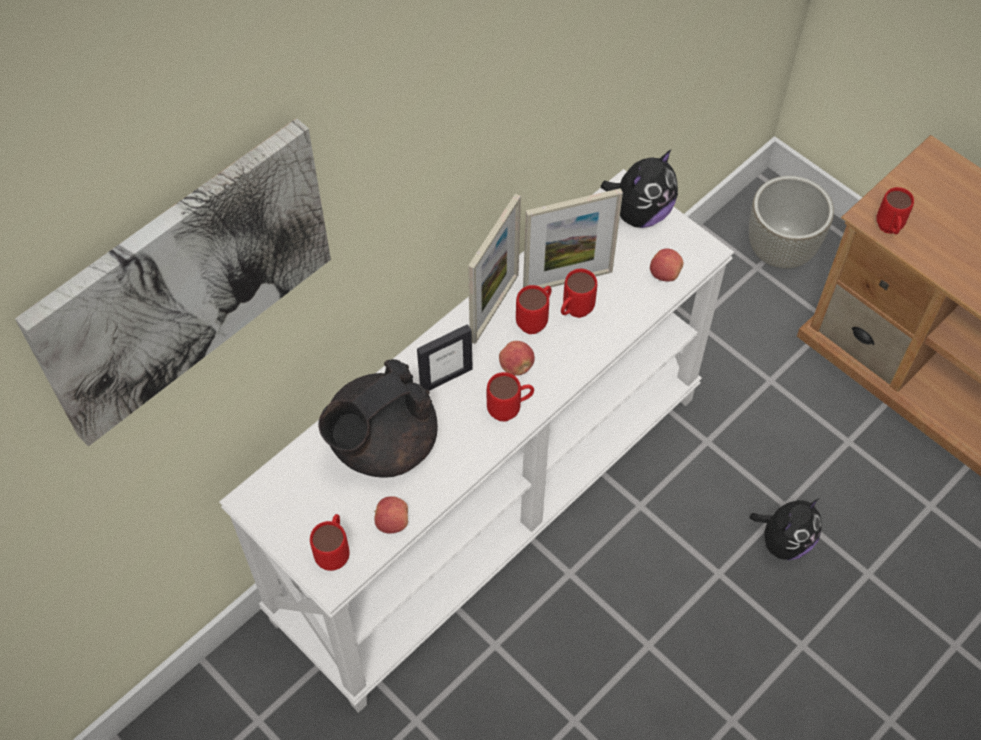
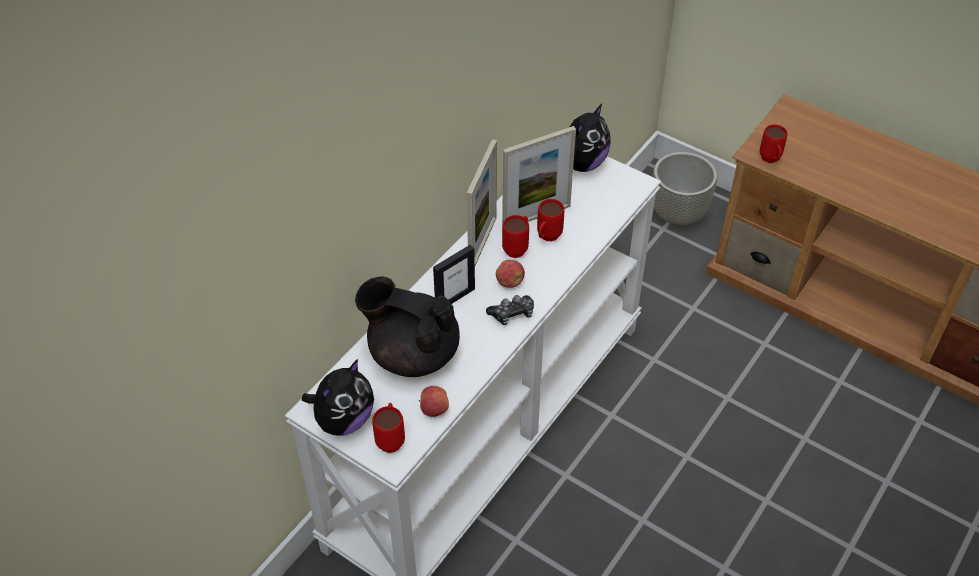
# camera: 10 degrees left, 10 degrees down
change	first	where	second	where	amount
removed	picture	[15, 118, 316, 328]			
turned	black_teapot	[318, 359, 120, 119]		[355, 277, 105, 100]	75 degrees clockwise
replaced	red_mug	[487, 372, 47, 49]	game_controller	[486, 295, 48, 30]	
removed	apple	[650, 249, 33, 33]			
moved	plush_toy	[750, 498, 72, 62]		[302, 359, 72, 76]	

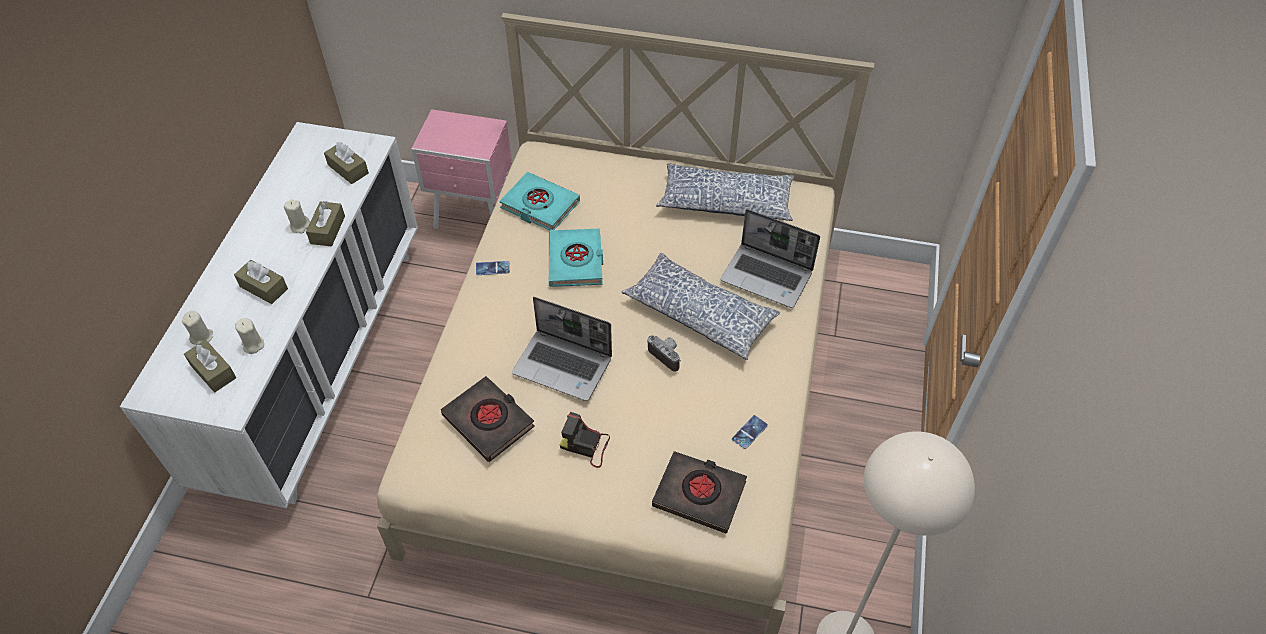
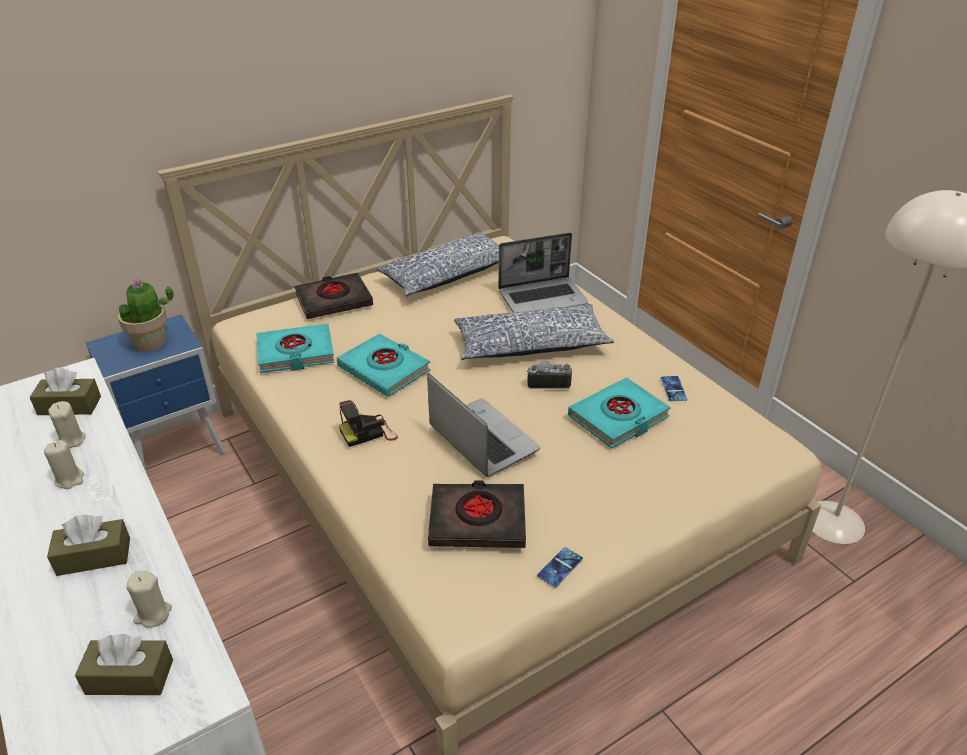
# camera: 45 degrees left, 15 degrees down
change	first	where	second	where	amount
moved	beige_candle	[182, 310, 31, 35]		[48, 401, 38, 47]	
removed	brown_tissue_box	[306, 201, 39, 45]			
recoloured	pink_nightstand	[411, 109, 101, 120]	blue_nightstand	[86, 314, 139, 157]	
moved	phone	[476, 261, 34, 14]		[537, 547, 46, 41]	
turned	laptop	[512, 297, 100, 104]		[427, 373, 113, 104]	105 degrees counterclockwise
moved	photo_camera	[560, 412, 50, 56]		[339, 400, 59, 47]	
moved	black_book	[652, 451, 95, 82]		[294, 272, 79, 47]	
added			potted_plant	[118, 279, 56, 73]	
added			turquoise_book	[568, 378, 103, 71]	

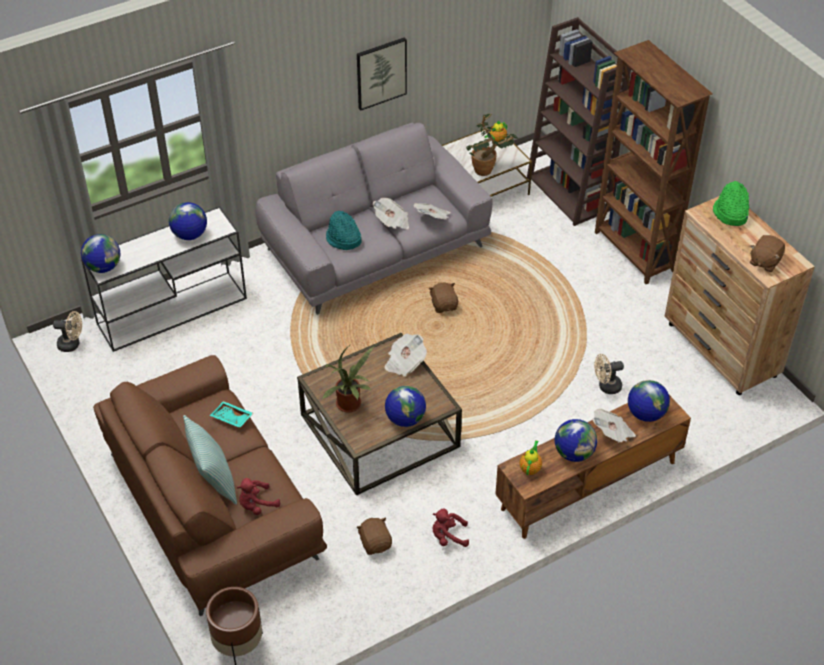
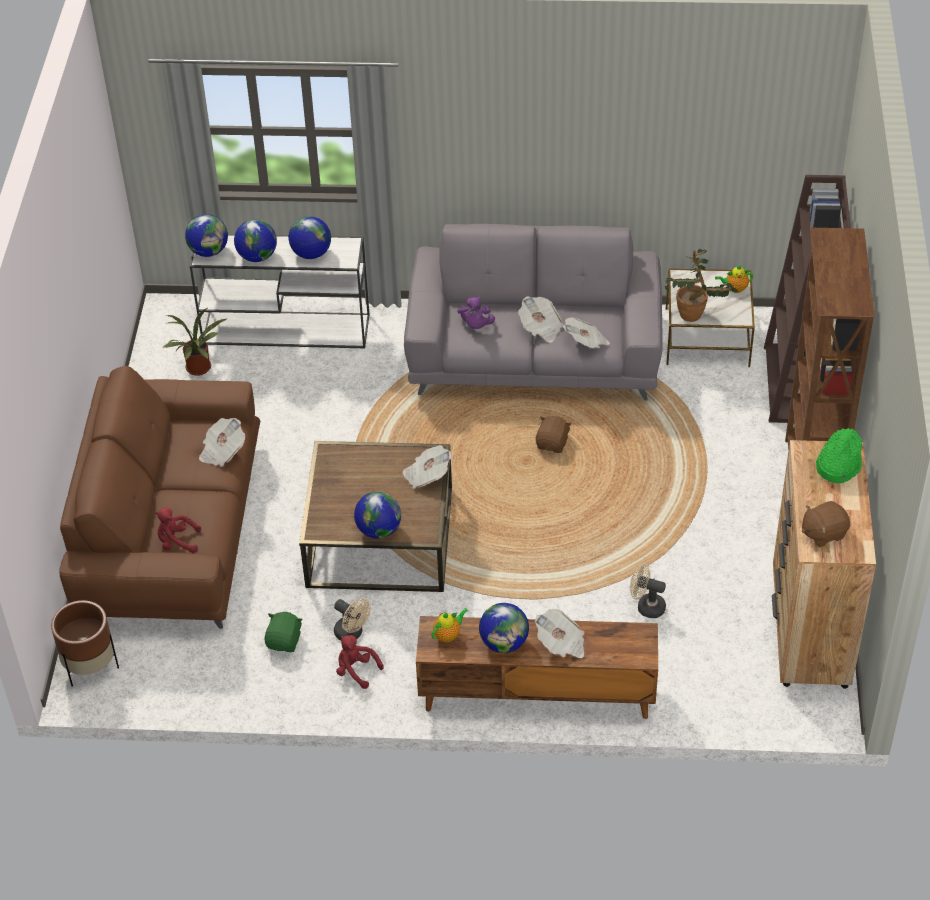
# camera: 35 degrees right, 0 degrees up
change	first	where	second	where	amount
moved	beige_fan	[53, 311, 29, 41]		[334, 598, 36, 42]	
removed	pillow	[183, 415, 54, 89]			
replaced	turquoise_tray	[210, 401, 43, 27]	newspaper	[199, 418, 46, 49]	
moved	potted_plant	[322, 344, 52, 69]		[162, 308, 64, 68]	
replaced	turquoise_hat	[326, 211, 35, 39]	purple_plush_toy	[457, 297, 38, 32]	
recoloured	brown_plush_toy	[356, 517, 36, 38]	green_plush_toy	[264, 612, 39, 40]	
removed	picture	[357, 37, 50, 74]			
moved	globe	[628, 380, 42, 42]		[234, 219, 43, 43]	

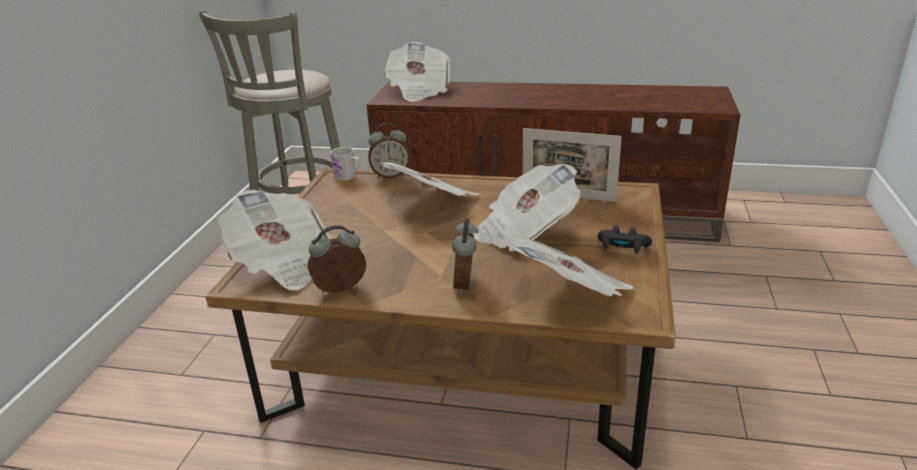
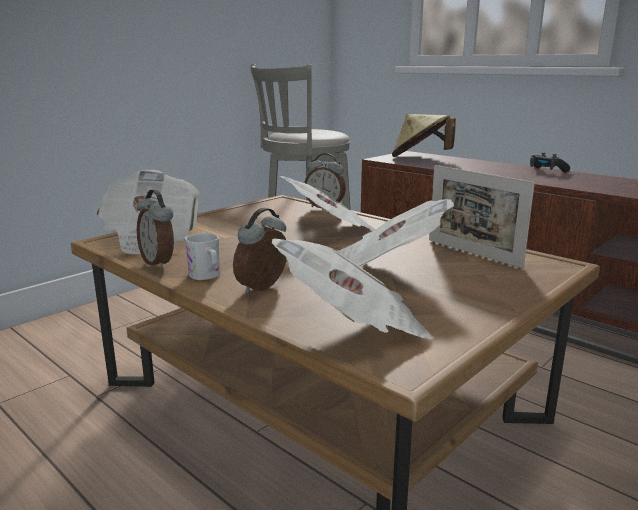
# camera: 30 degrees right, 10 degrees down
change	first	where	second	where	amount
turned	alarm_clock	[308, 225, 58, 68]		[137, 190, 37, 79]	135 degrees counterclockwise
moved	white_mug	[330, 147, 31, 33]		[185, 233, 35, 47]	
replaced	newspaper	[384, 42, 67, 60]	beige_hat	[392, 114, 64, 43]	
moved	black_game_controller	[598, 225, 54, 29]		[530, 152, 40, 20]	

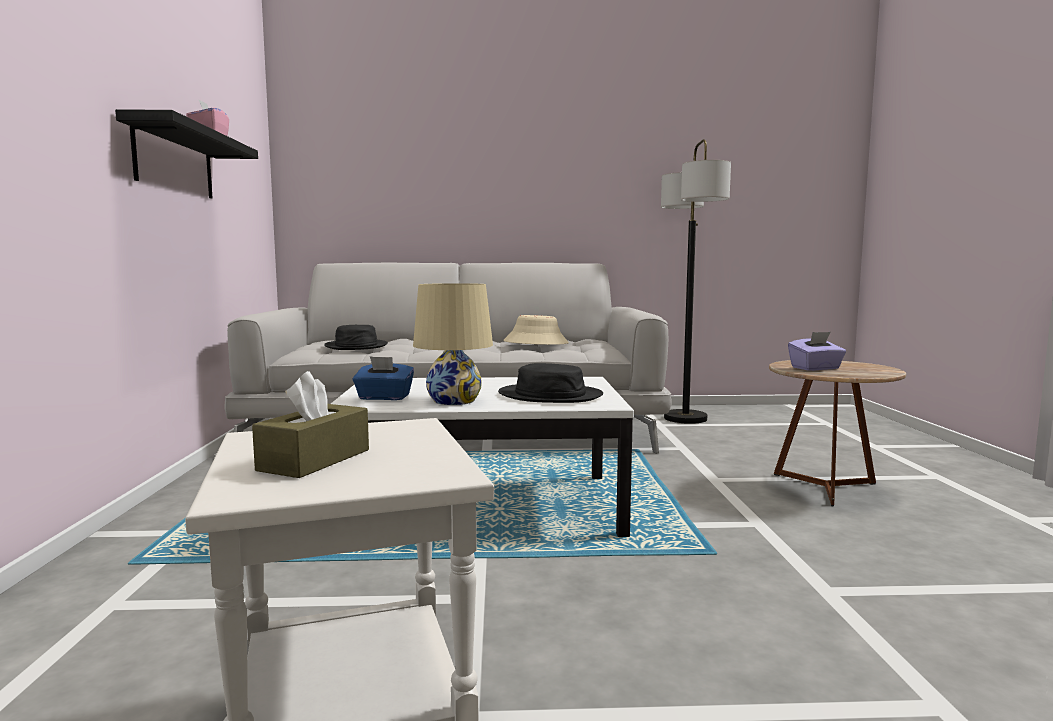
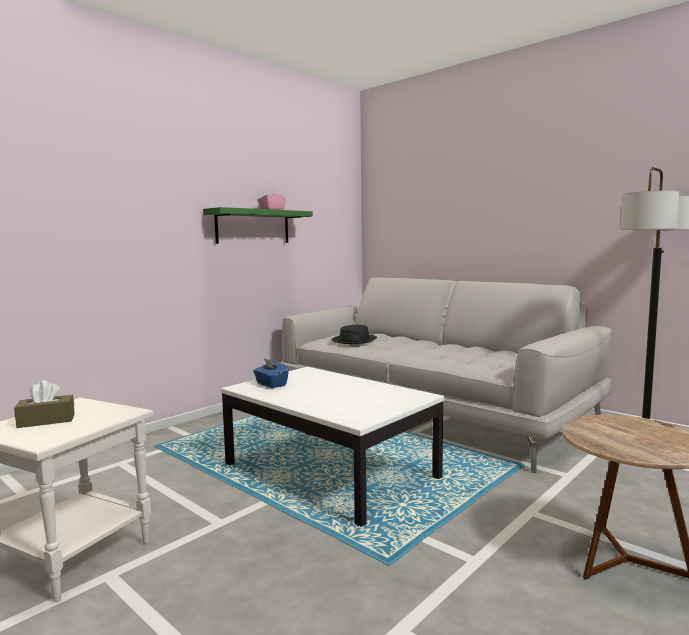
# camera: 45 degrees right, 0 degrees up
change	first	where	second	where	amount
recoloured	black_shelf	[115, 109, 143, 90]	green_shelf	[203, 207, 110, 37]	
removed	beige_table_lamp	[413, 283, 80, 122]			
removed	black_hat	[498, 363, 105, 40]			
removed	beige_hat	[503, 315, 66, 30]			
removed	purple_tissue_box	[788, 332, 58, 39]			

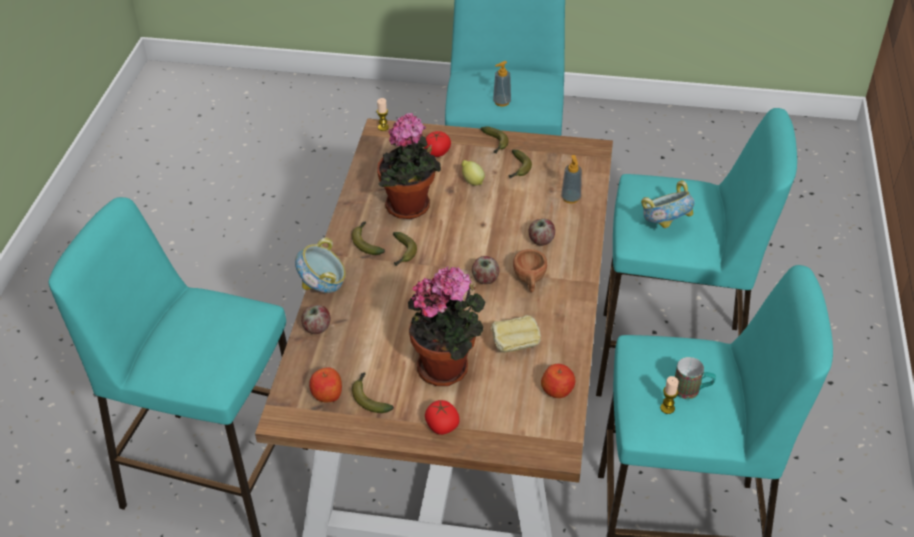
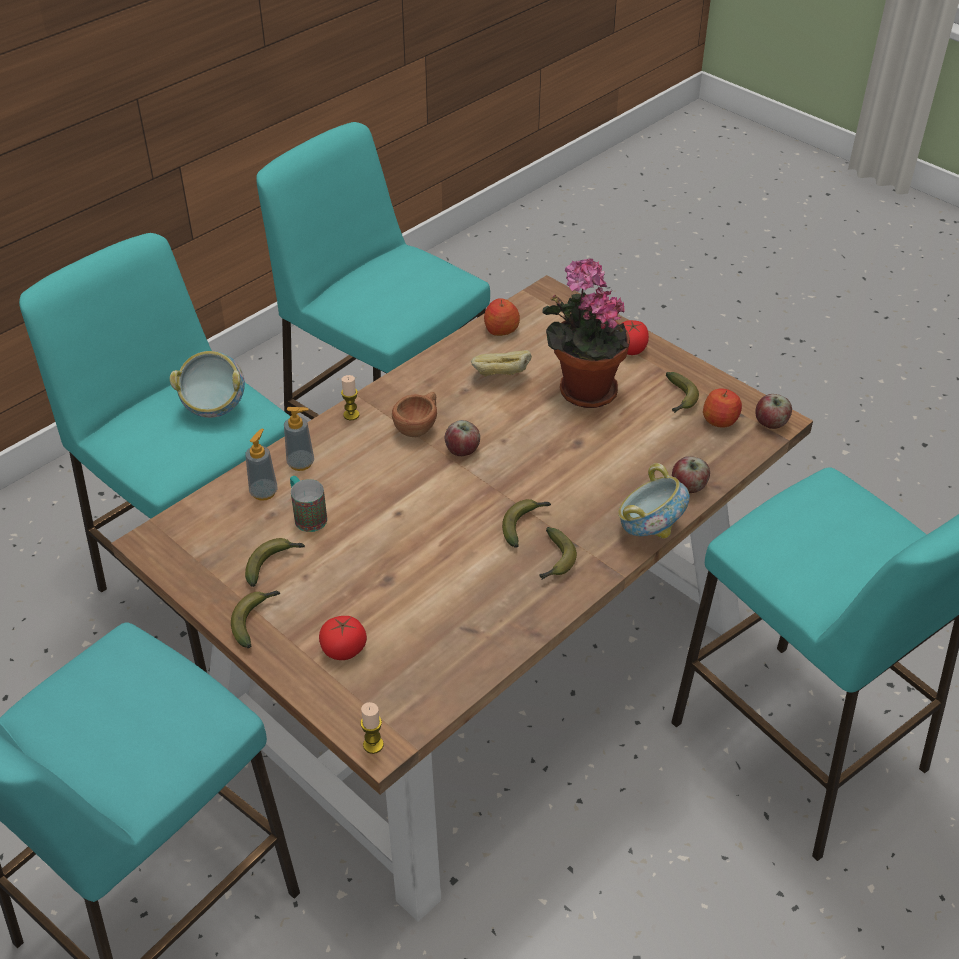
# camera: 145 degrees left, 0 degrees up
change	first	where	second	where	amount
removed	potted_plant	[377, 113, 64, 106]			
removed	lemon	[461, 160, 24, 26]			
moved	soap_dispenser	[493, 61, 18, 45]		[284, 407, 30, 64]	
moved	apple	[529, 219, 26, 27]		[755, 394, 37, 35]	
moved	candle	[660, 376, 19, 38]		[341, 375, 18, 45]	
moved	mug	[675, 357, 41, 42]		[290, 476, 37, 56]	

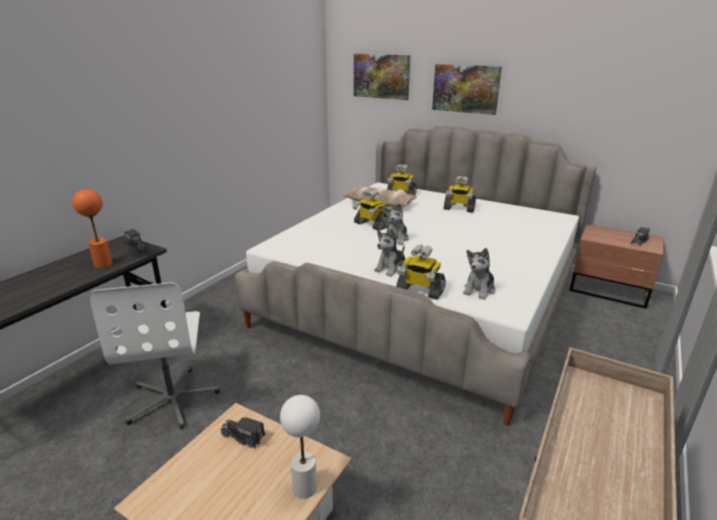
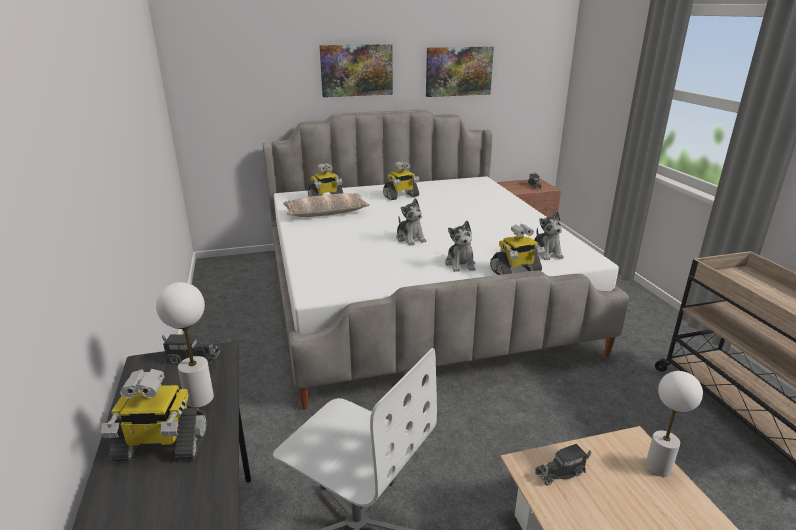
# camera: 45 degrees left, 0 degrees up
change	first	where	second	where	amount
recoloured	orange_table_lamp	[72, 189, 40, 79]	white_table_lamp	[156, 282, 58, 126]	
moved	toy_robot	[353, 189, 37, 42]		[101, 369, 107, 92]	
moved	picture	[354, 54, 56, 46]		[426, 46, 68, 51]	

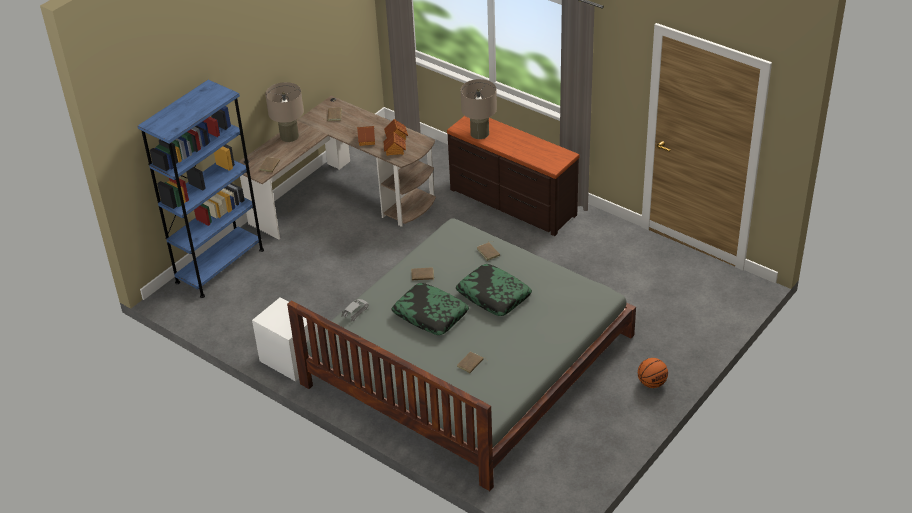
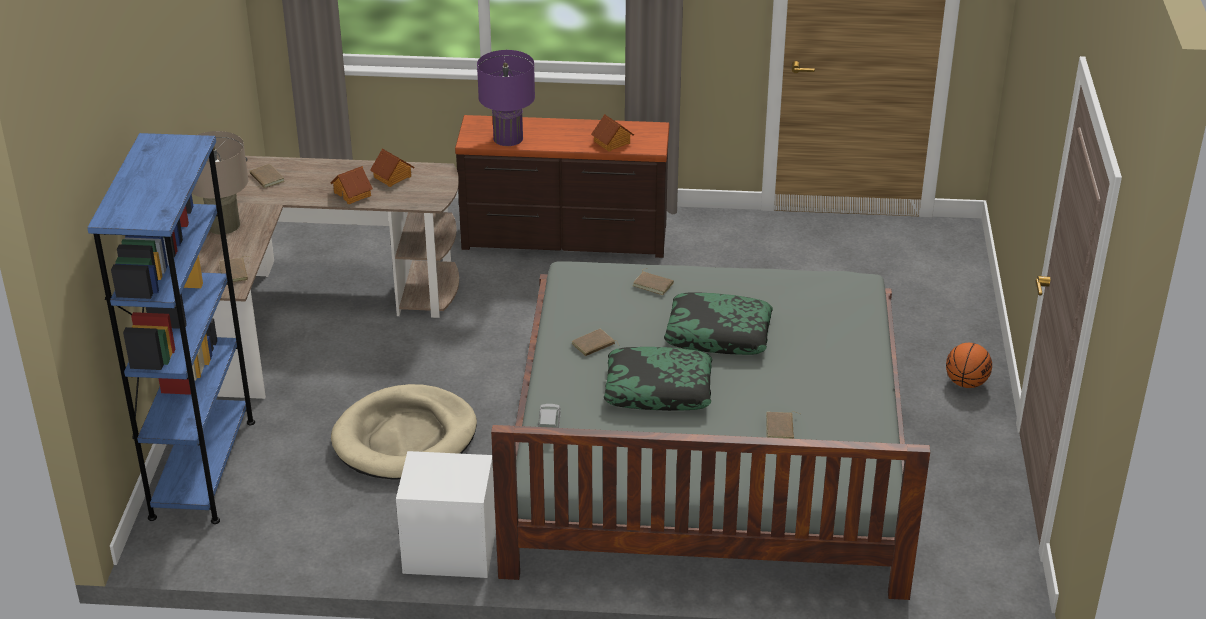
# camera: 35 degrees left, 5 degrees down
change	first	where	second	where	amount
moved	toy_house	[384, 132, 22, 24]		[591, 114, 43, 38]	
recoloured	beige_table_lamp	[460, 79, 37, 60]	purple_table_lamp	[477, 50, 58, 96]	
added			beige_dog_bed	[331, 384, 146, 96]	

